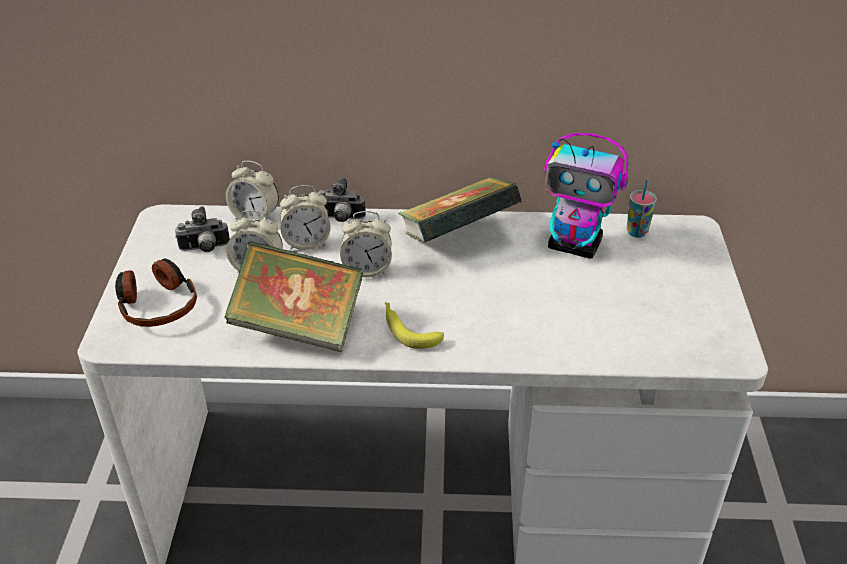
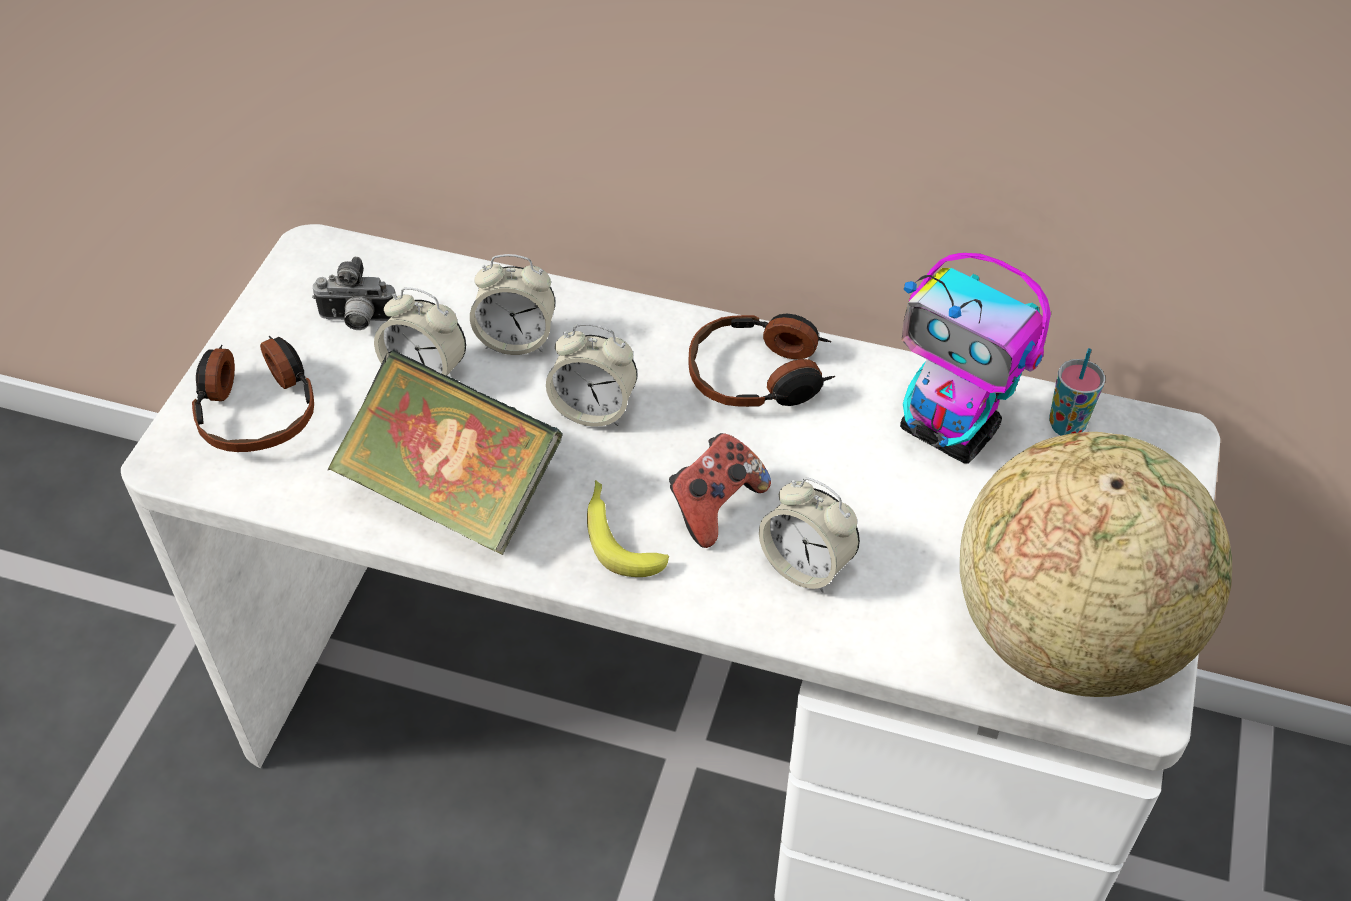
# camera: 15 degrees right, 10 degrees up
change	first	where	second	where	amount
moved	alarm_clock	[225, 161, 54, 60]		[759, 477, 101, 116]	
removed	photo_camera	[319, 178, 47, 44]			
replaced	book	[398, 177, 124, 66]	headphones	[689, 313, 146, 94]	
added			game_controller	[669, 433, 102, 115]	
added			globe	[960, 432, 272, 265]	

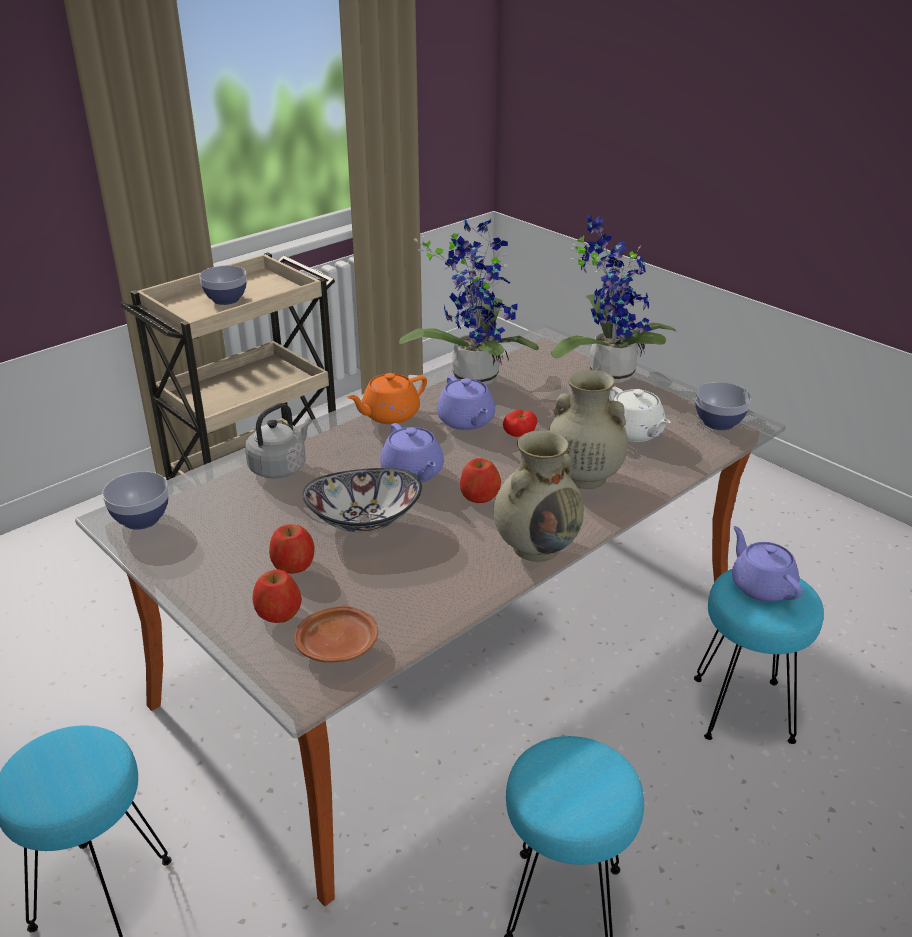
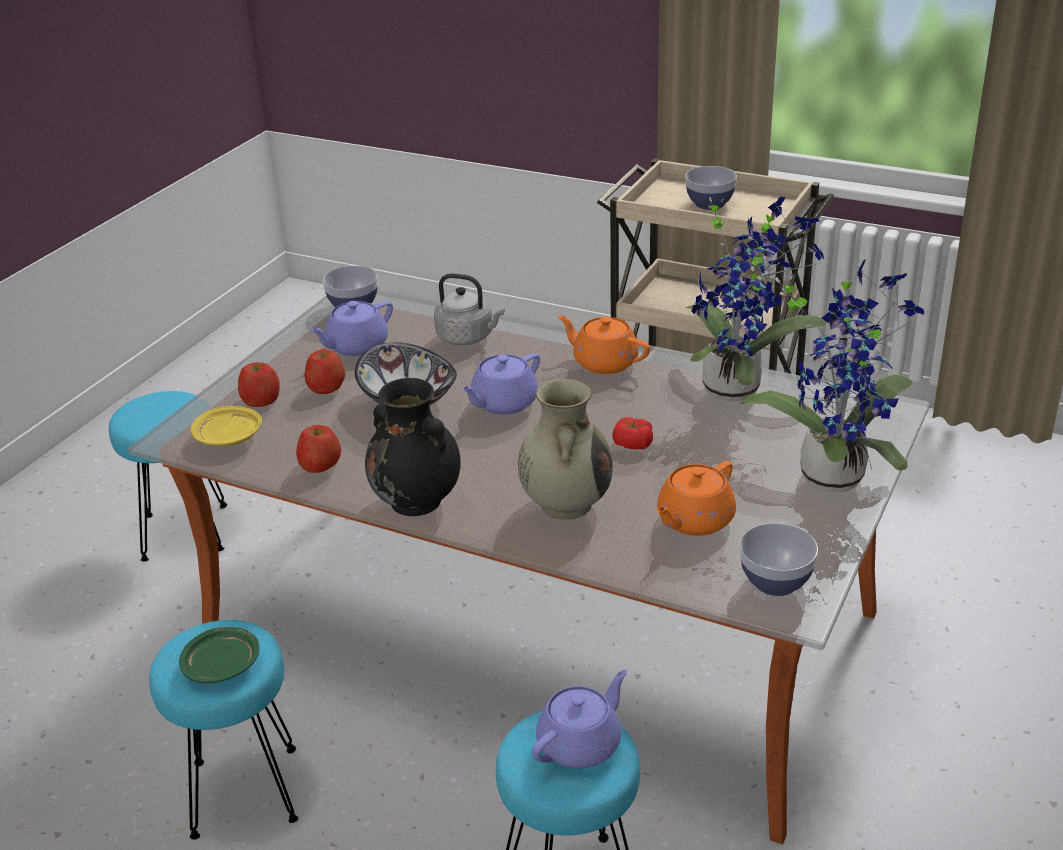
# camera: 70 degrees right, 0 degrees up
change	first	where	second	where	amount
recoloured	brown_plate	[294, 606, 84, 57]	yellow_plate	[191, 406, 71, 40]	
moved	purple_teapot	[437, 376, 58, 54]		[309, 301, 84, 55]	
moved	apple	[460, 458, 41, 45]		[296, 425, 45, 48]	
recoloured	beige_vase	[494, 430, 90, 132]	black_vase	[365, 378, 96, 138]	
recoloured	white_teapot	[609, 386, 62, 56]	orange_teapot	[656, 461, 80, 75]	
added			green_plate	[179, 627, 80, 56]	

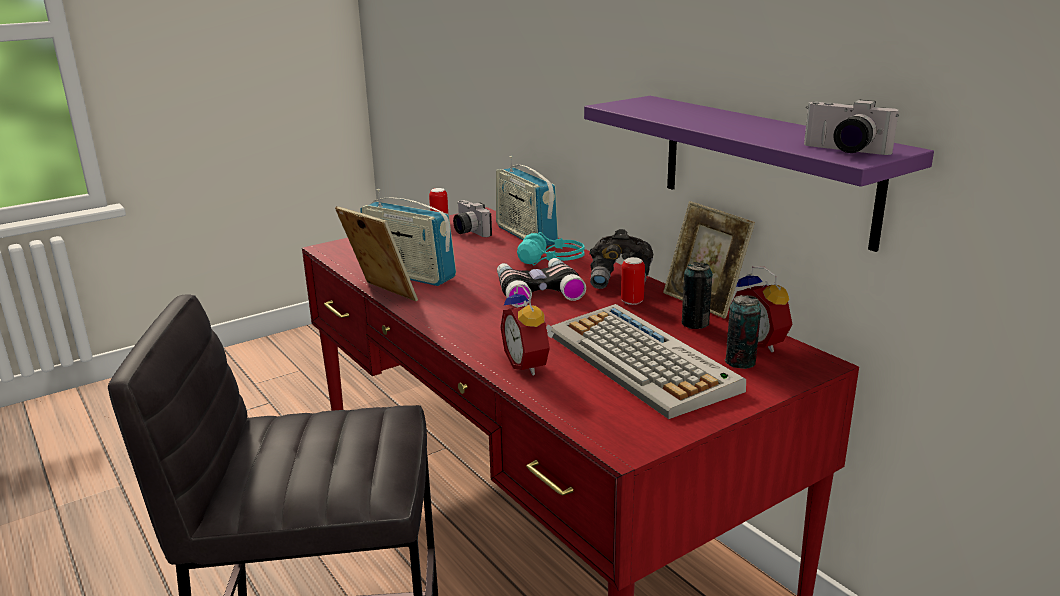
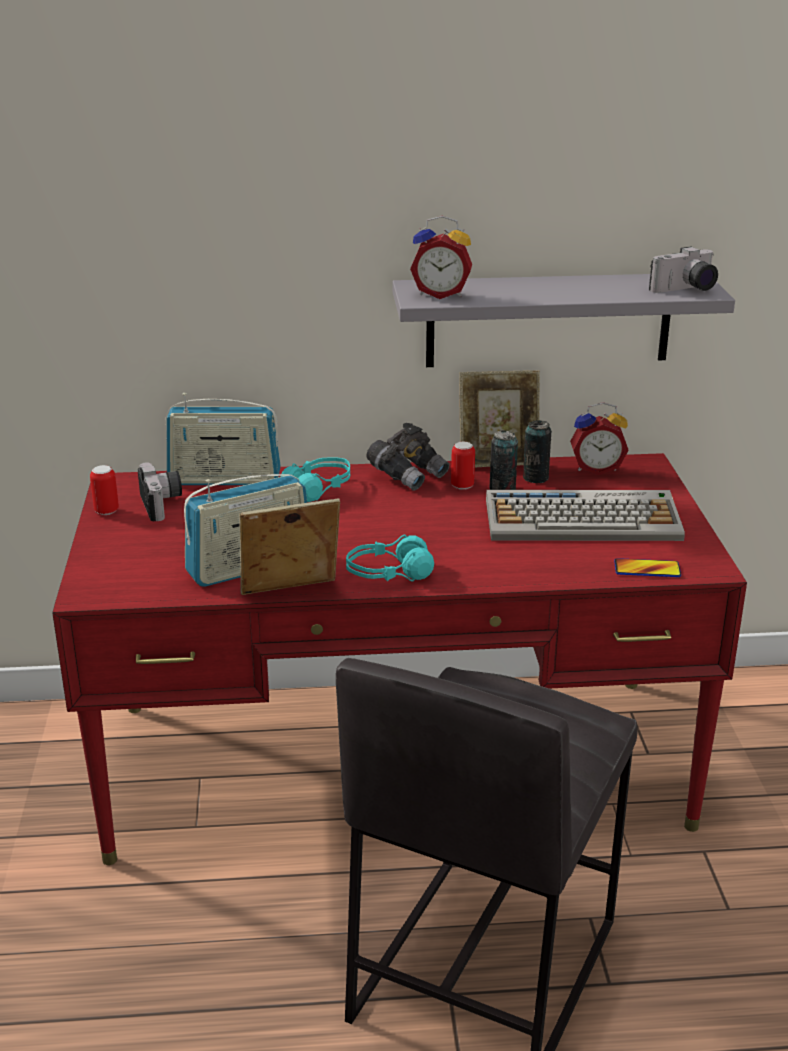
# camera: 60 degrees left, 5 degrees up
change	first	where	second	where	amount
turned	photo_camera	[453, 200, 39, 37]		[138, 463, 44, 58]	105 degrees counterclockwise
removed	binoculars	[497, 258, 89, 49]			
moved	alarm_clock	[500, 285, 54, 91]		[410, 216, 62, 83]	
recoloured	purple_shelf	[584, 96, 350, 156]	grey_shelf	[393, 274, 342, 93]	
moved	can	[725, 295, 36, 74]		[489, 430, 29, 60]	
added			turquoise_headphones	[346, 534, 88, 48]	
added			phone	[614, 558, 67, 19]	

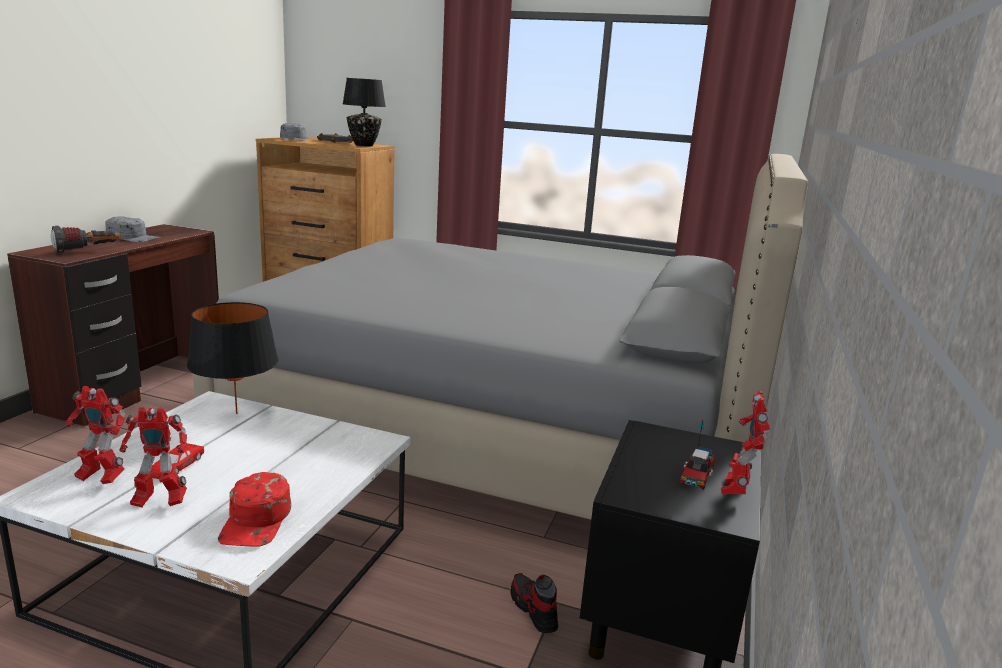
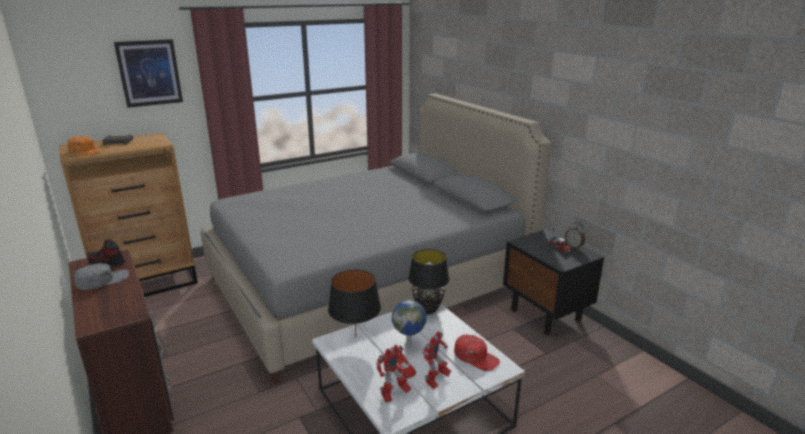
# camera: 50 degrees left, 5 degrees up
change	first	where	second	where	amount
removed	flashlight	[51, 225, 69, 29]			
recoloured	grey_cap	[280, 123, 27, 18]	orange_cap	[67, 136, 37, 19]	
moved	black_table_lamp	[343, 78, 43, 68]		[408, 249, 41, 66]	
moved	shoe	[510, 573, 48, 60]		[87, 240, 38, 26]	
replaced	toy_robot	[721, 391, 50, 103]	alarm_clock	[565, 222, 21, 28]	
added			picture	[114, 39, 69, 69]	
added			globe	[392, 300, 34, 47]	

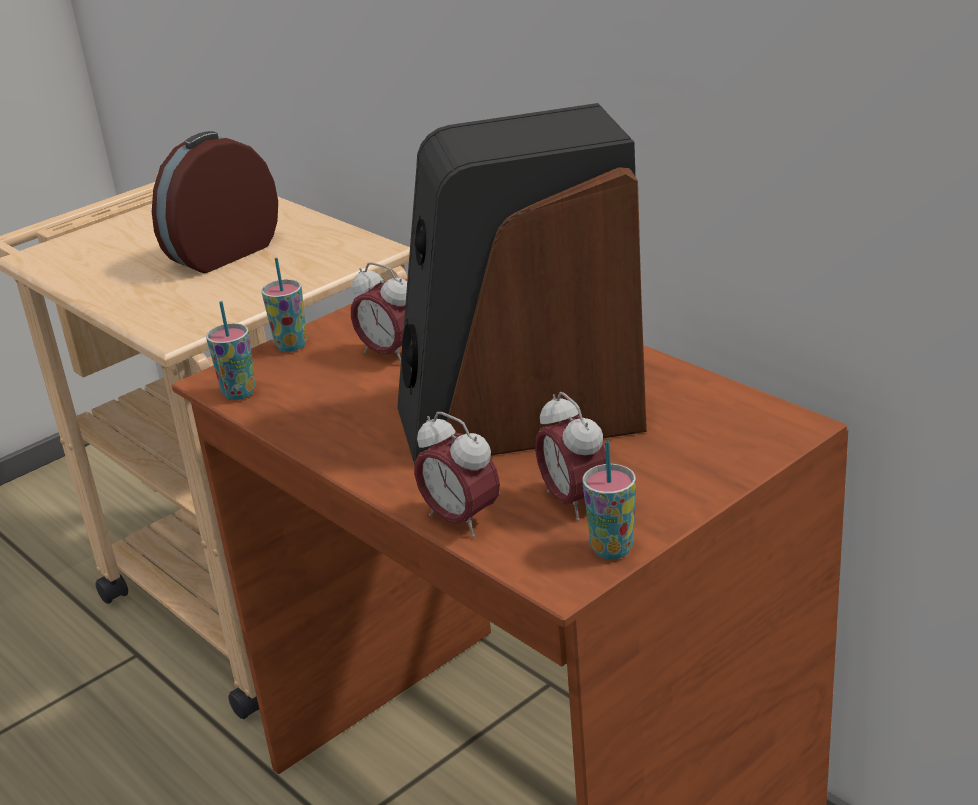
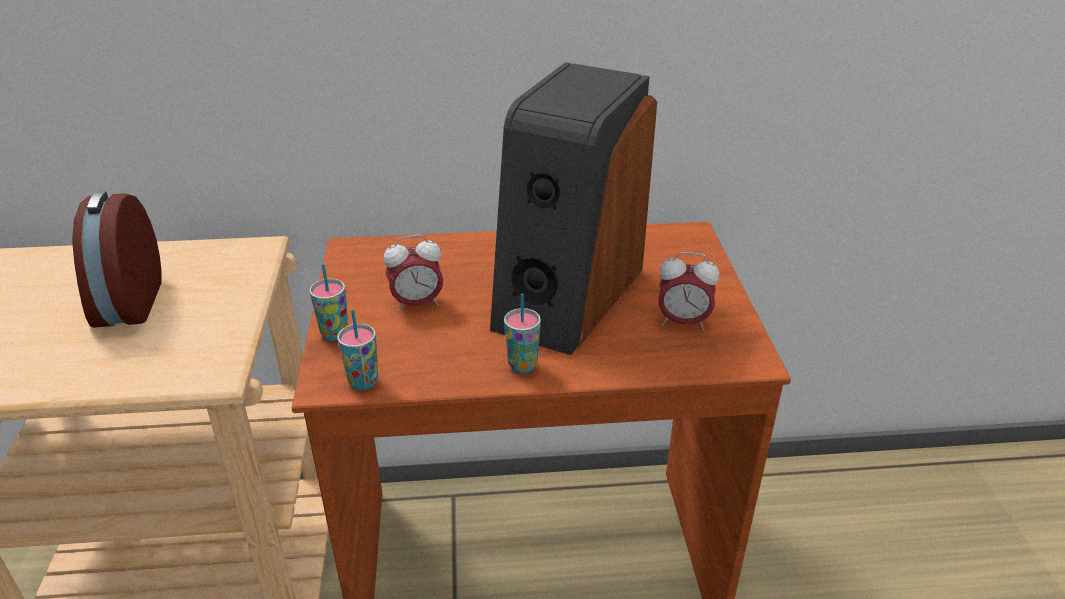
# camera: 55 degrees left, 5 degrees up
change	first	where	second	where	amount
removed	alarm_clock	[414, 412, 86, 126]			
moved	cup	[583, 440, 53, 119]		[504, 294, 37, 79]	

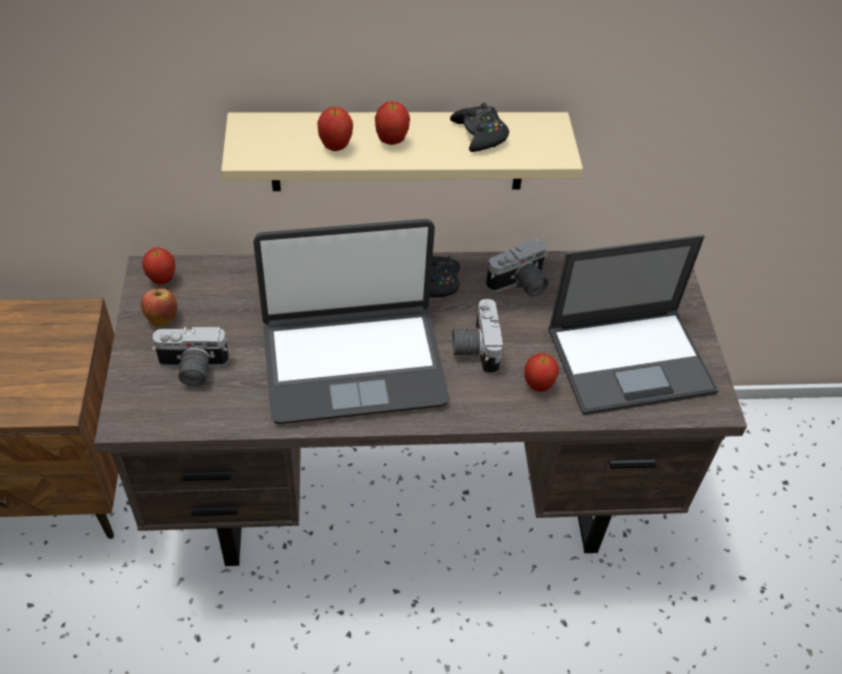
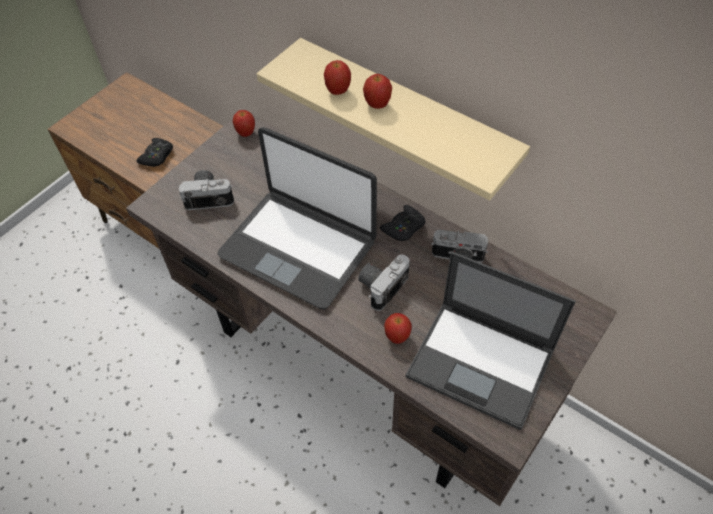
# camera: 45 degrees right, 5 degrees up
change	first	where	second	where	amount
removed	apple	[141, 284, 36, 43]			
turned	photo_camera	[152, 327, 77, 60]		[179, 170, 55, 40]	135 degrees clockwise
moved	black_game_controller	[450, 103, 59, 49]		[137, 138, 36, 29]	

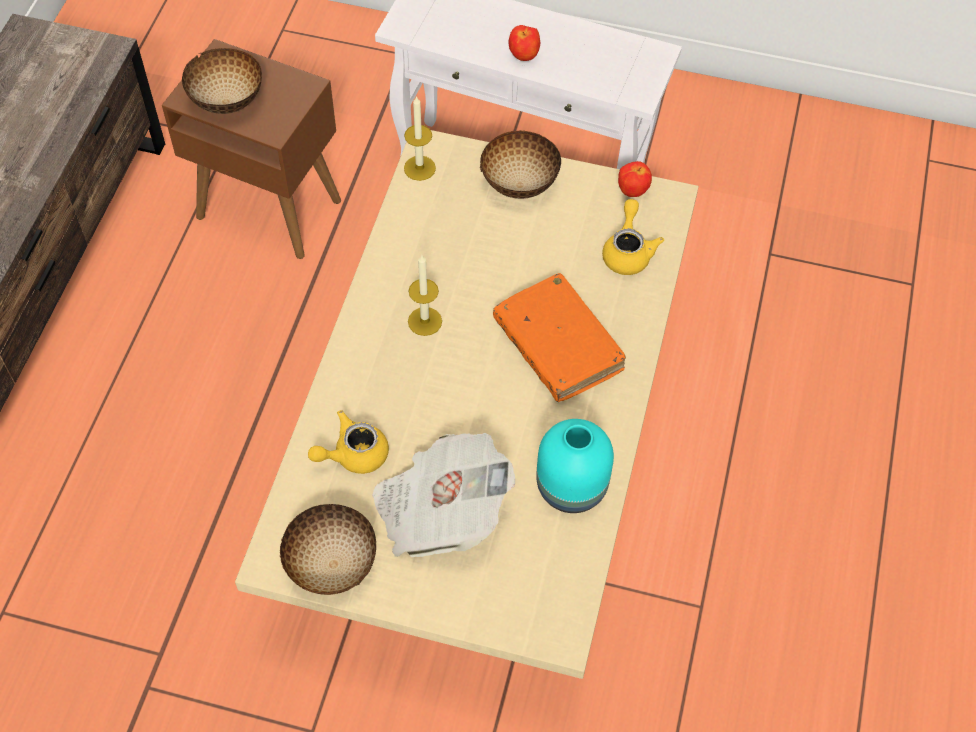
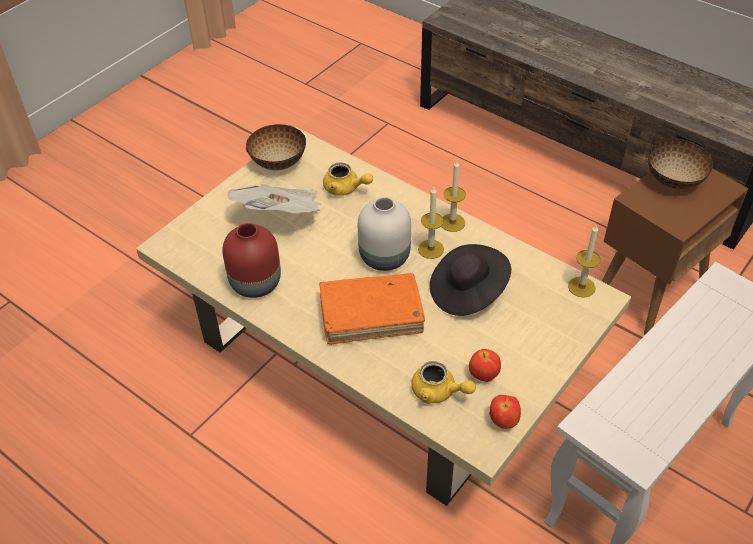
# camera: 115 degrees right, 10 degrees down
change	first	where	second	where	amount
turned	yellow_teapot	[308, 410, 81, 64]		[323, 162, 50, 34]	120 degrees clockwise
removed	bowl	[480, 130, 81, 69]			
moved	apple	[509, 25, 31, 36]		[469, 349, 32, 33]	
recoloured	turquoise_vase	[536, 419, 78, 94]	red_vase	[222, 223, 59, 75]	
added			white_vase	[358, 197, 53, 74]	
added			black_hat	[430, 244, 81, 72]	
added			candle	[441, 161, 25, 71]	

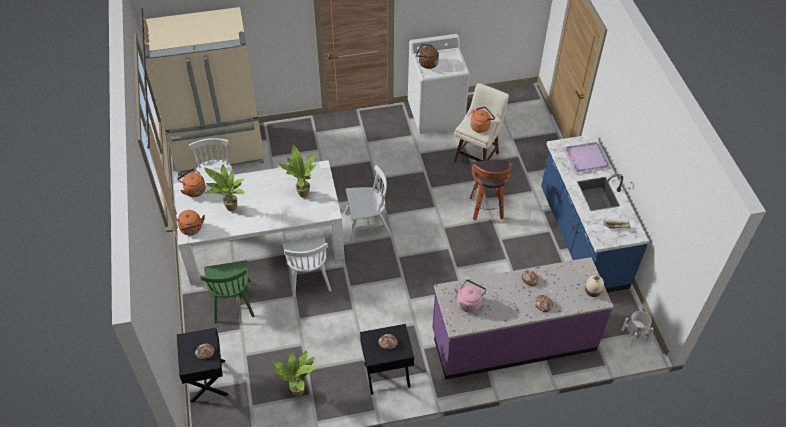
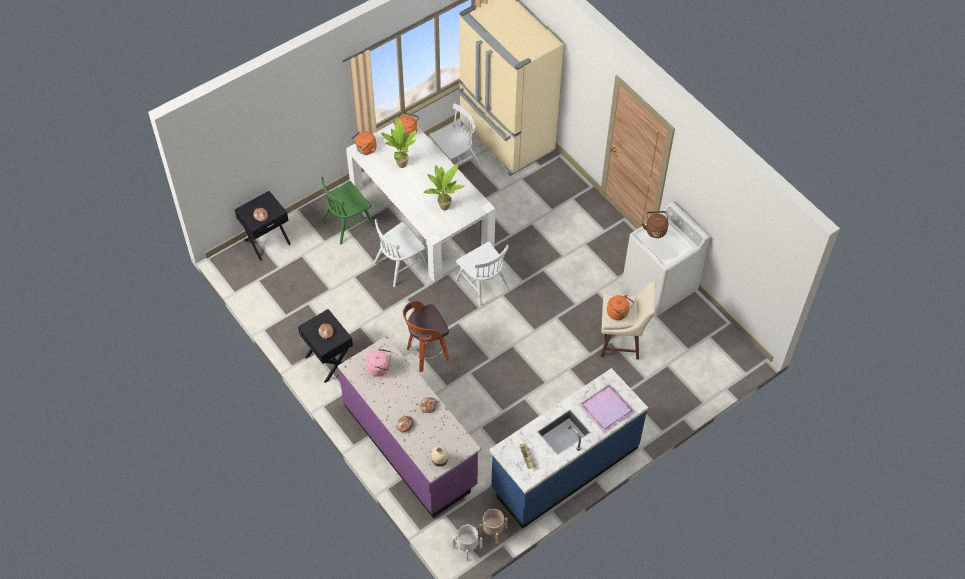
# camera: 65 degrees right, 5 degrees up
change	first	where	second	where	amount
removed	potted_plant	[272, 350, 44, 46]			
moved	stool	[470, 160, 42, 60]		[403, 301, 46, 71]	
added			beige_planter	[479, 509, 29, 35]	

